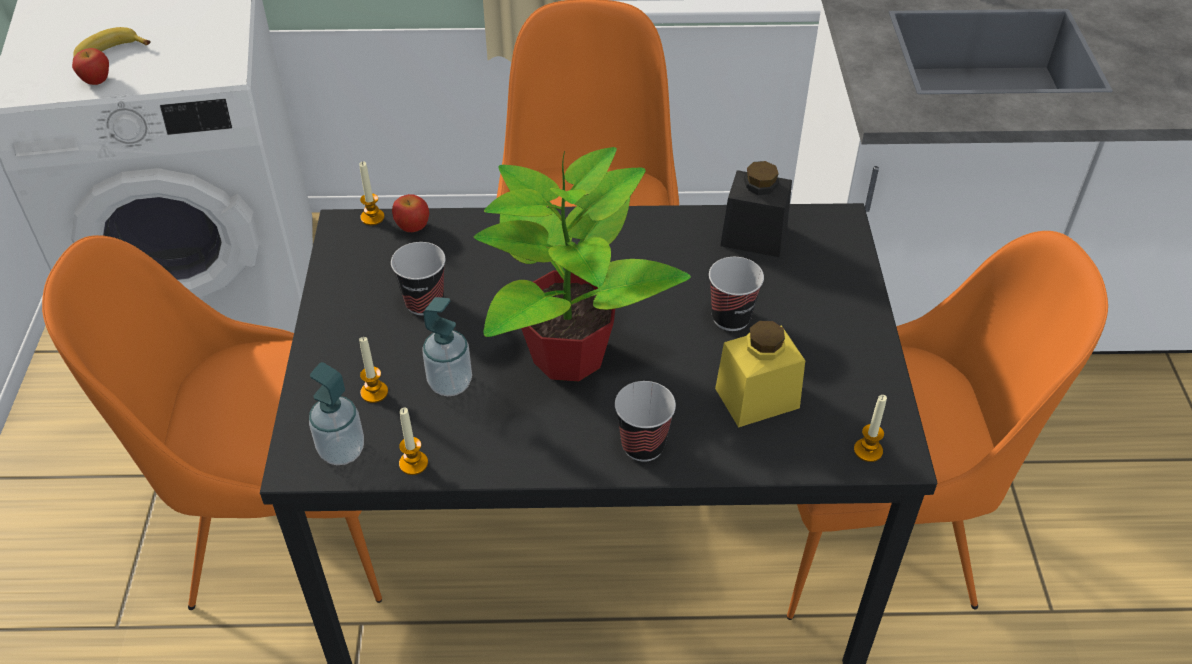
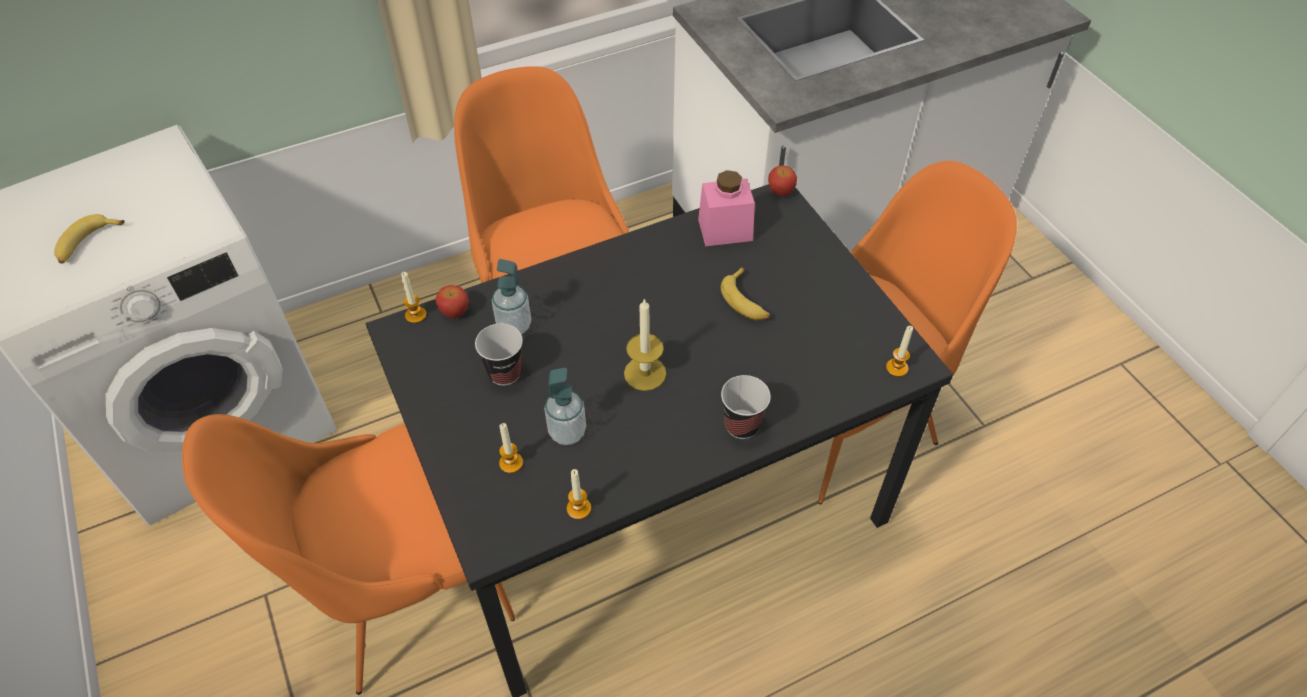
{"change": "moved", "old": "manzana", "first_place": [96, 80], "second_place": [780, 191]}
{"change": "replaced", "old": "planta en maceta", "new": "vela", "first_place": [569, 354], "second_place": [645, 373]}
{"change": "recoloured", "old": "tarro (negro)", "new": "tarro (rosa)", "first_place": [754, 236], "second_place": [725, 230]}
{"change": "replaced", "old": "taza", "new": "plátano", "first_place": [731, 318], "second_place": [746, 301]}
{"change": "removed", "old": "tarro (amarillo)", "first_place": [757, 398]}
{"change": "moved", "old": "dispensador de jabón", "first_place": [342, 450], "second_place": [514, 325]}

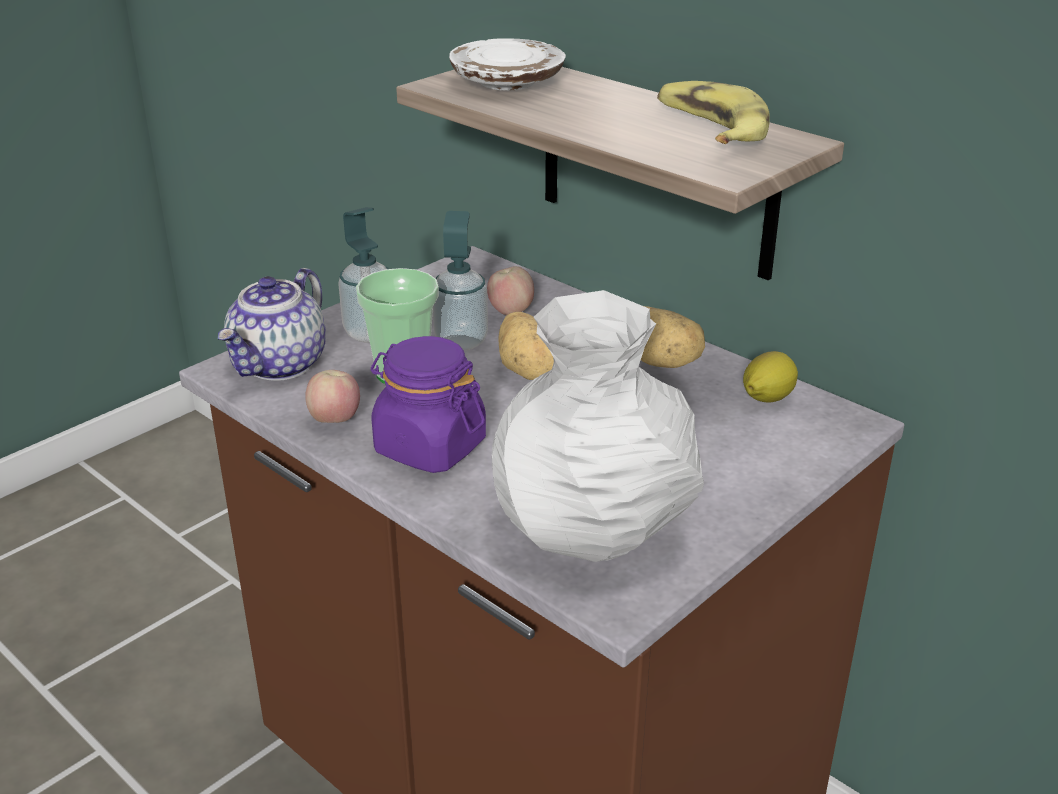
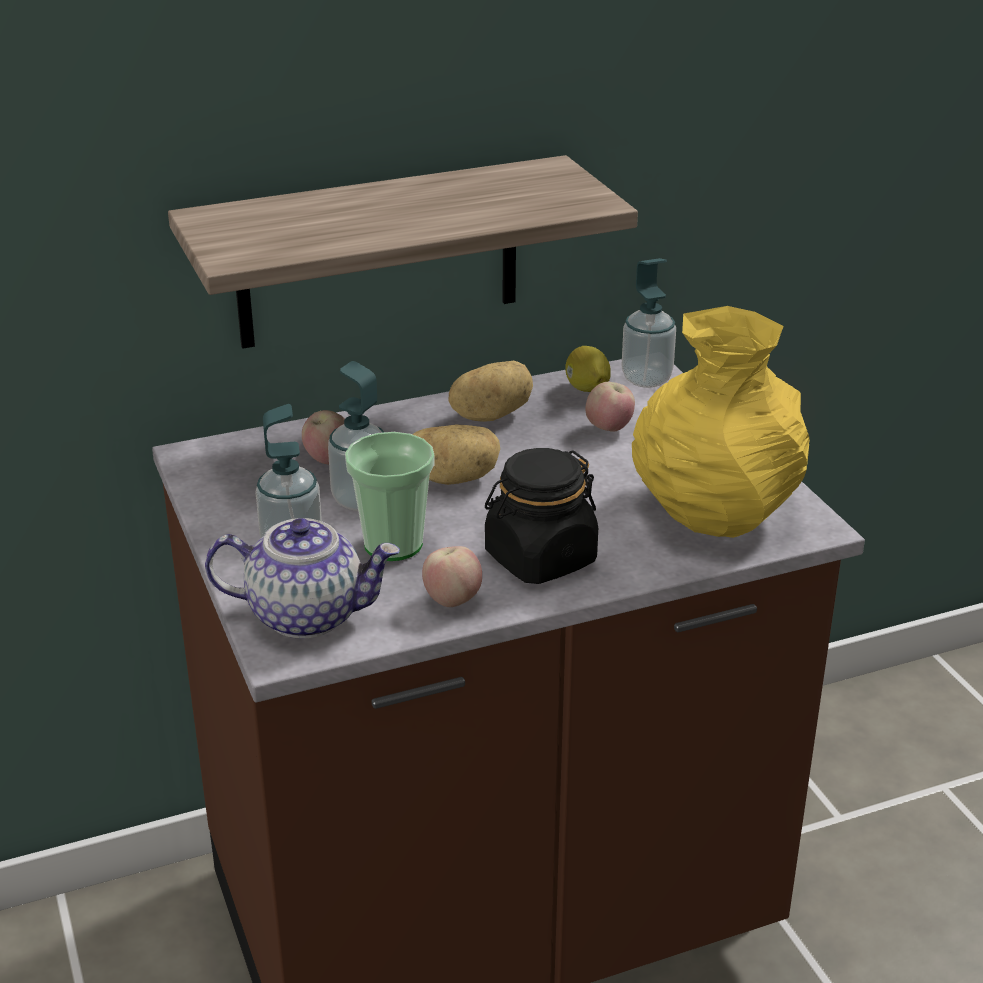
{"change": "removed", "old": "plato (blanco)", "first_place": [508, 82]}
{"change": "removed", "old": "plátano", "first_place": [709, 129]}
{"change": "turned", "old": "tetera", "first_place": [280, 365], "second_place": [307, 614], "degrees": -45}
{"change": "recoloured", "old": "florero (blanco)", "new": "florero (amarillo)", "first_place": [595, 527], "second_place": [713, 510]}
{"change": "recoloured", "old": "tarro (morado)", "new": "tarro (negro)", "first_place": [429, 447], "second_place": [540, 559]}
{"change": "added", "new": "dispensador de jabón", "second_place": [646, 379]}
{"change": "added", "new": "manzana", "second_place": [609, 429]}

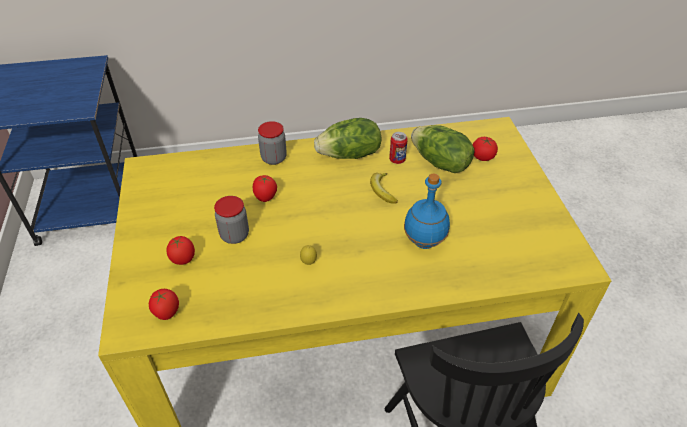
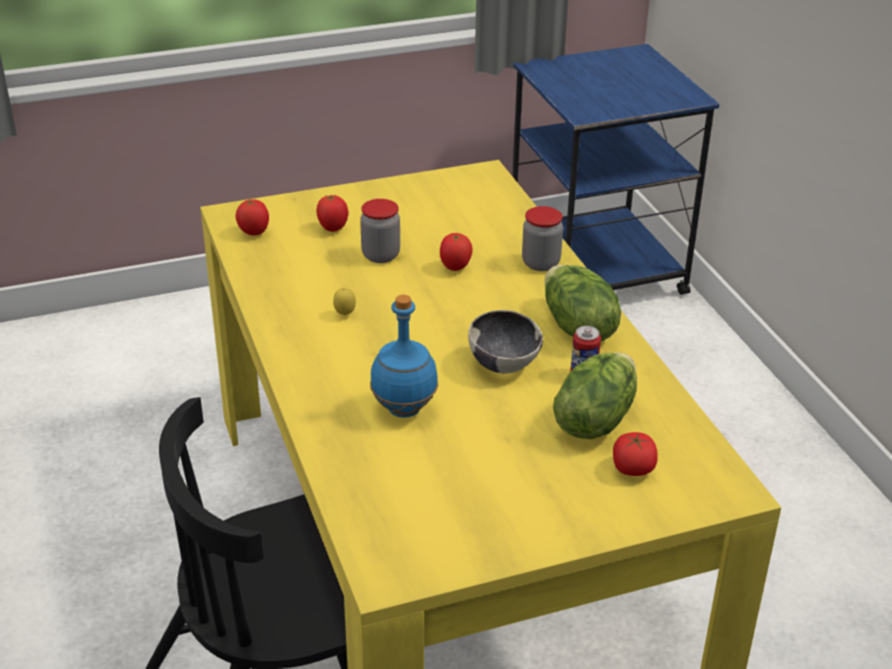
{"change": "replaced", "old": "plátano", "new": "cuenco", "first_place": [382, 190], "second_place": [504, 364]}

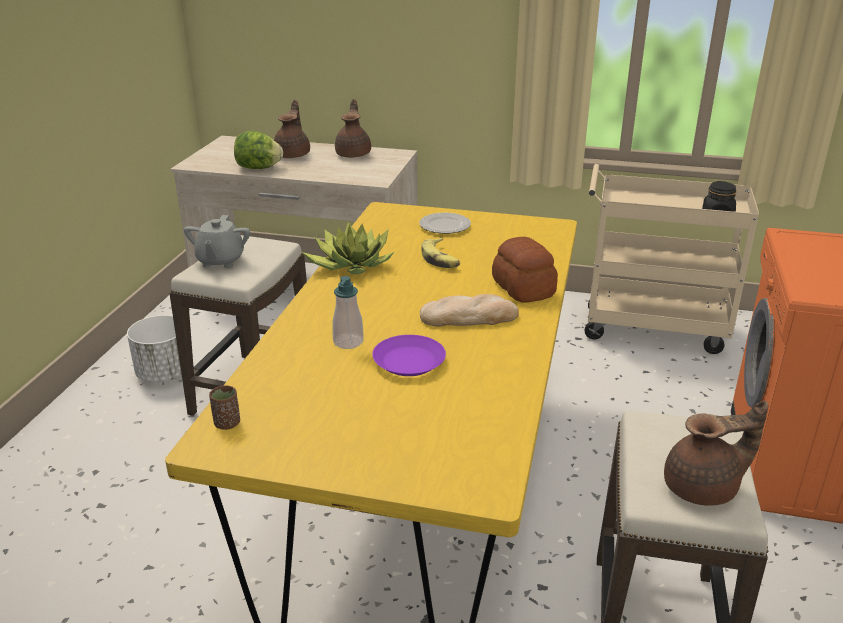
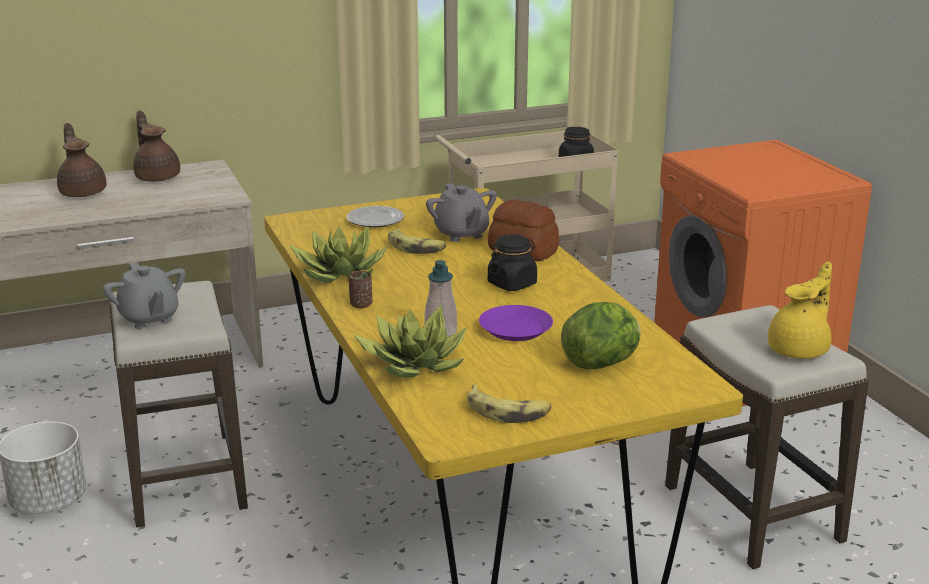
{"change": "moved", "old": "lechuga", "first_place": [258, 168], "second_place": [602, 363]}
{"change": "replaced", "old": "pan", "new": "tarro (negro)", "first_place": [469, 317], "second_place": [512, 284]}
{"change": "moved", "old": "taza (marrón)", "first_place": [227, 423], "second_place": [361, 304]}
{"change": "recoloured", "old": "tetera (marrón)", "new": "tetera (amarillo)", "first_place": [703, 488], "second_place": [800, 350]}
{"change": "added", "new": "tetera (gris)", "second_place": [461, 234]}
{"change": "added", "new": "planta en maceta", "second_place": [414, 365]}
{"change": "added", "new": "plátano", "second_place": [508, 411]}

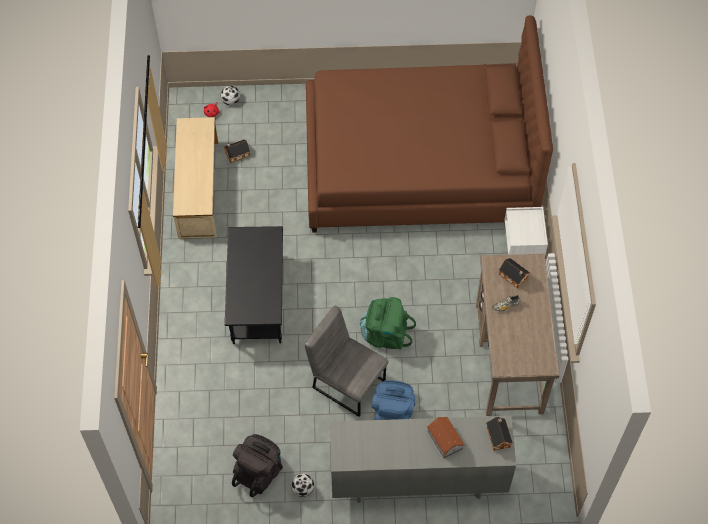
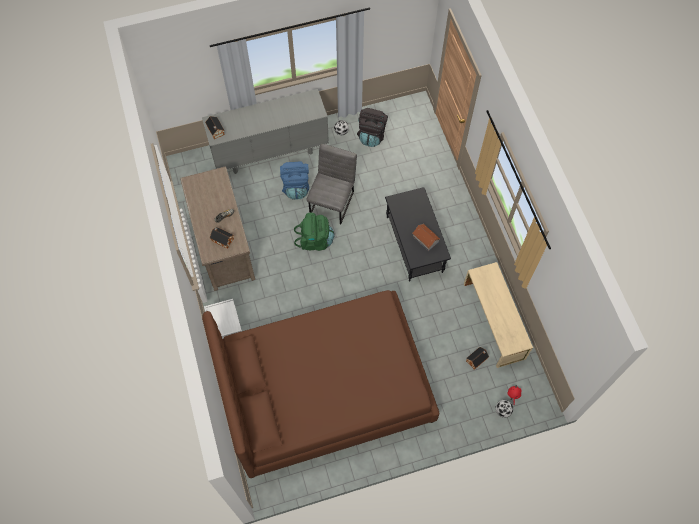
{"change": "turned", "old": "silla (gris)", "first_place": [347, 382], "second_place": [332, 201], "degrees": -90}
{"change": "moved", "old": "casita", "first_place": [445, 439], "second_place": [425, 239]}

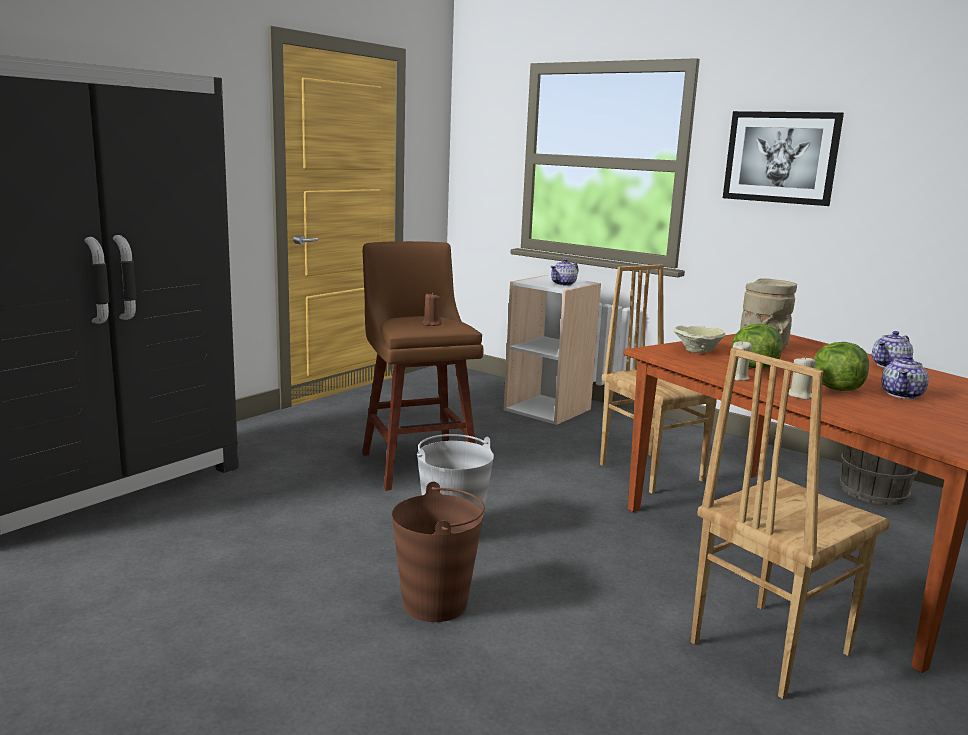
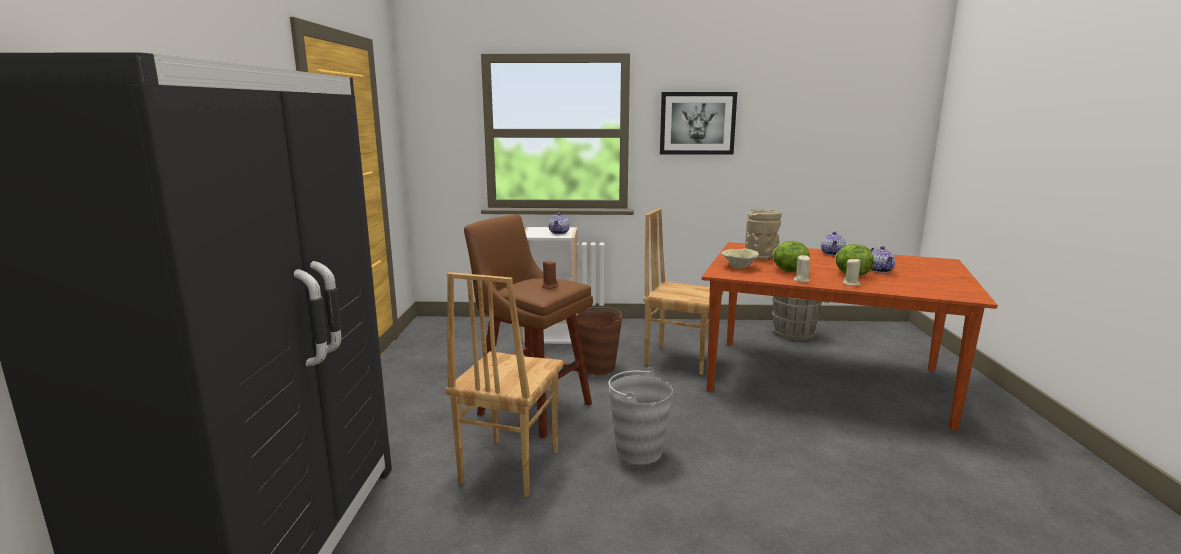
{"change": "moved", "old": "silla (marrón)", "first_place": [767, 647], "second_place": [508, 467]}
{"change": "moved", "old": "cubo (marrón)", "first_place": [436, 604], "second_place": [598, 367]}

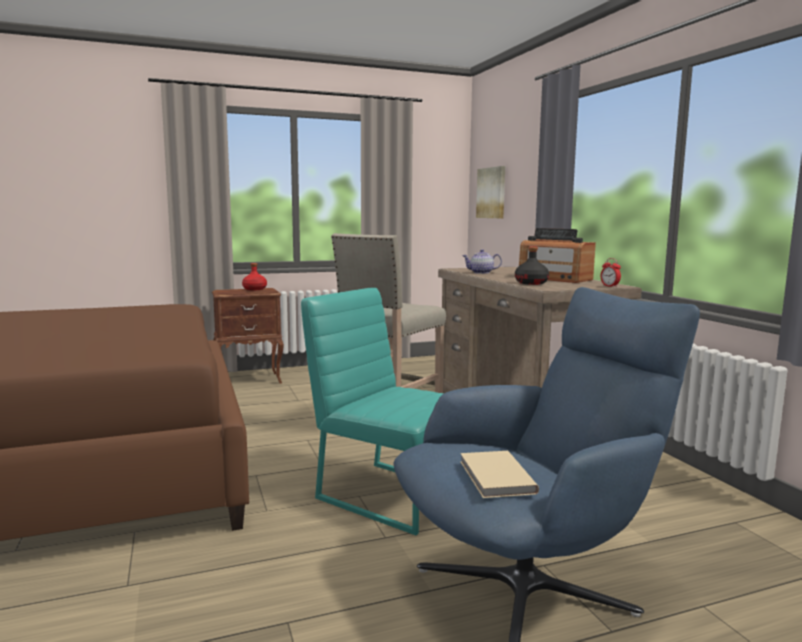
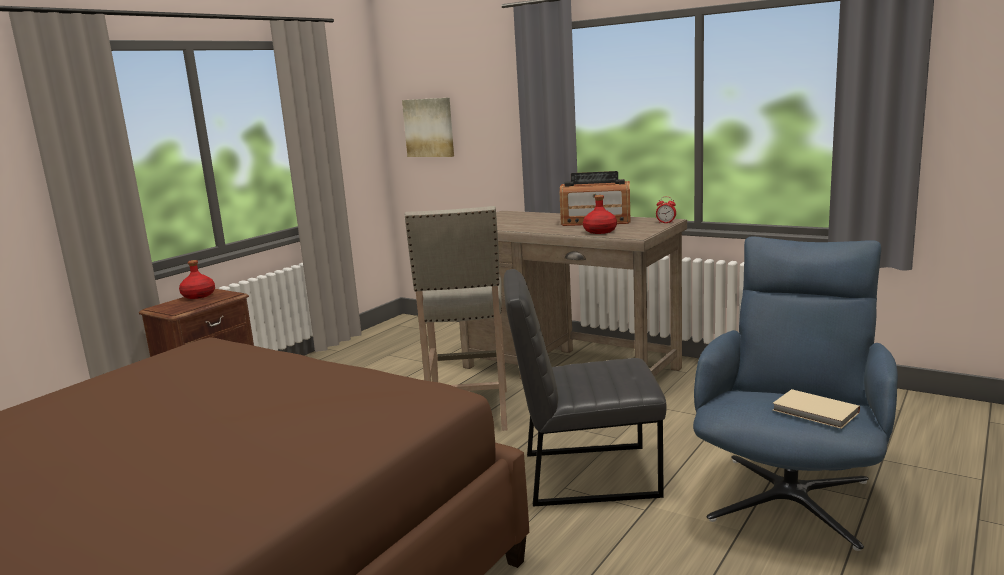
{"change": "recoloured", "old": "botella (negro)", "new": "botella (rojo)", "first_place": [531, 283], "second_place": [600, 231]}
{"change": "removed", "old": "tetera", "first_place": [481, 272]}
{"change": "recoloured", "old": "silla (turquesa)", "new": "silla (gris)", "first_place": [390, 494], "second_place": [585, 474]}

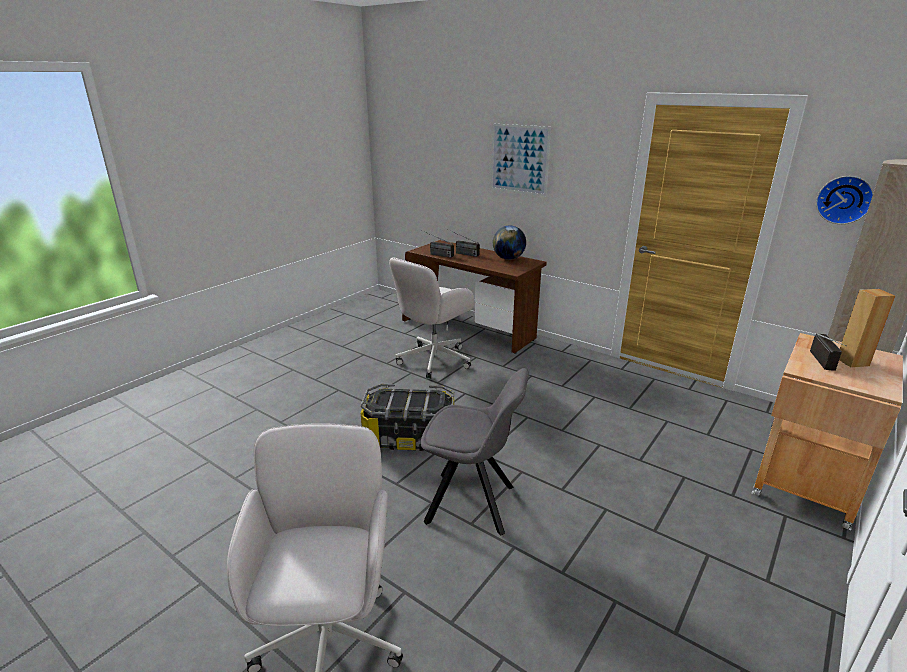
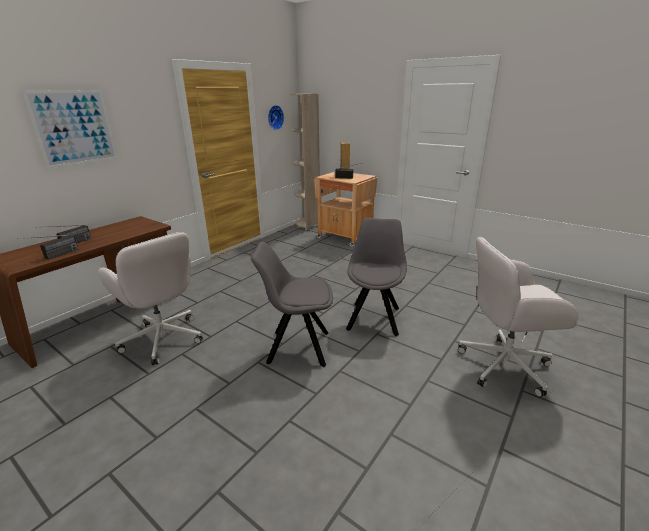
{"change": "removed", "old": "globo terráqueo", "first_place": [508, 259]}
{"change": "replaced", "old": "caja de almacenaje", "new": "silla (gris)", "first_place": [410, 436], "second_place": [298, 348]}

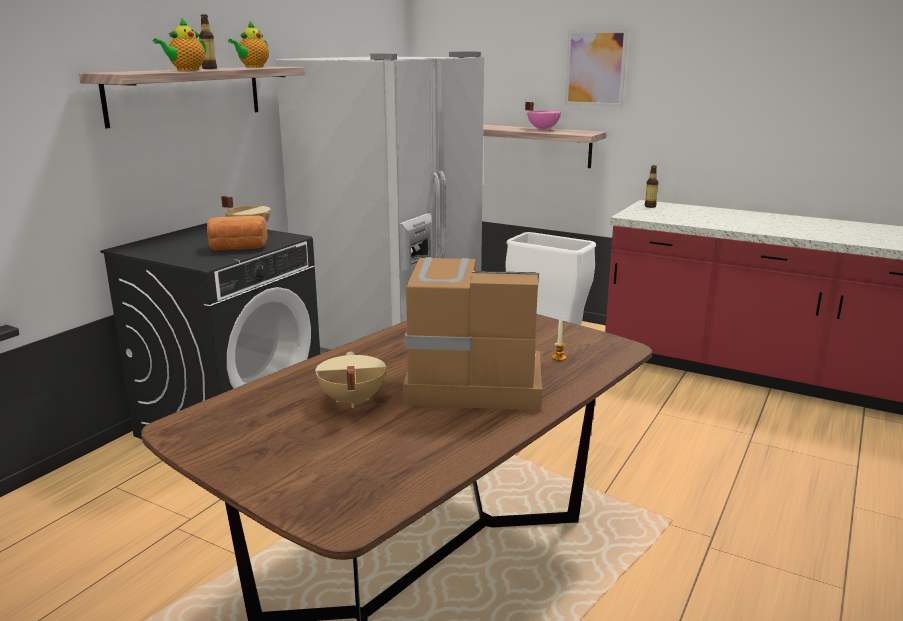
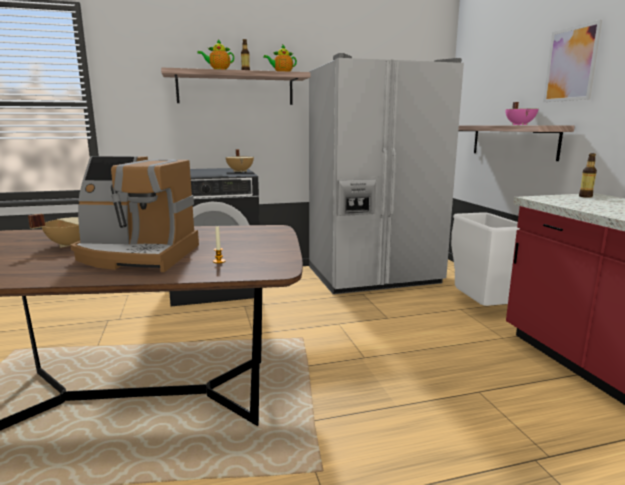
{"change": "removed", "old": "pan", "first_place": [238, 248]}
{"change": "turned", "old": "cafetera", "first_place": [472, 381], "second_place": [137, 255], "degrees": 135}

